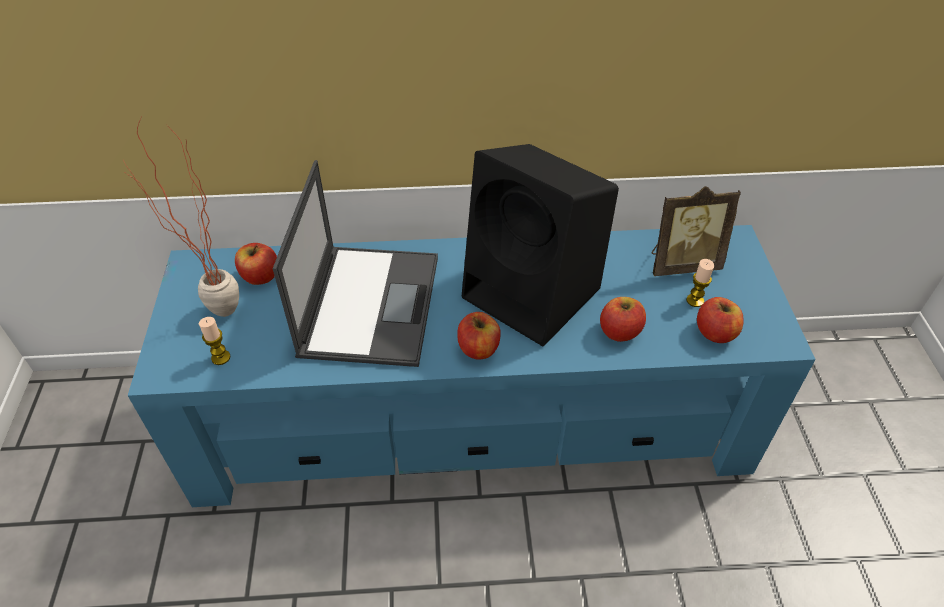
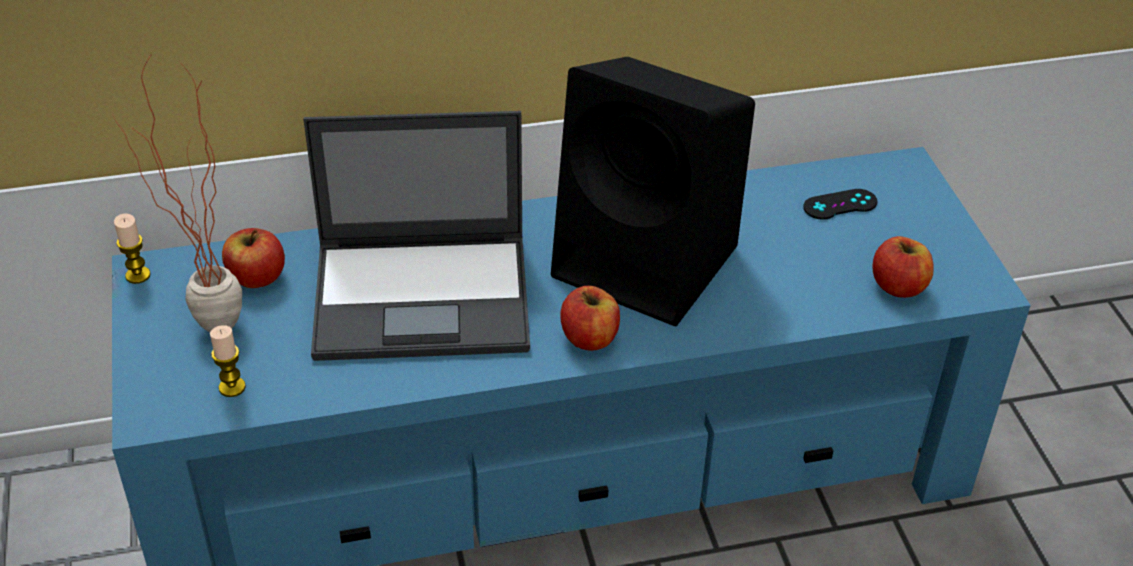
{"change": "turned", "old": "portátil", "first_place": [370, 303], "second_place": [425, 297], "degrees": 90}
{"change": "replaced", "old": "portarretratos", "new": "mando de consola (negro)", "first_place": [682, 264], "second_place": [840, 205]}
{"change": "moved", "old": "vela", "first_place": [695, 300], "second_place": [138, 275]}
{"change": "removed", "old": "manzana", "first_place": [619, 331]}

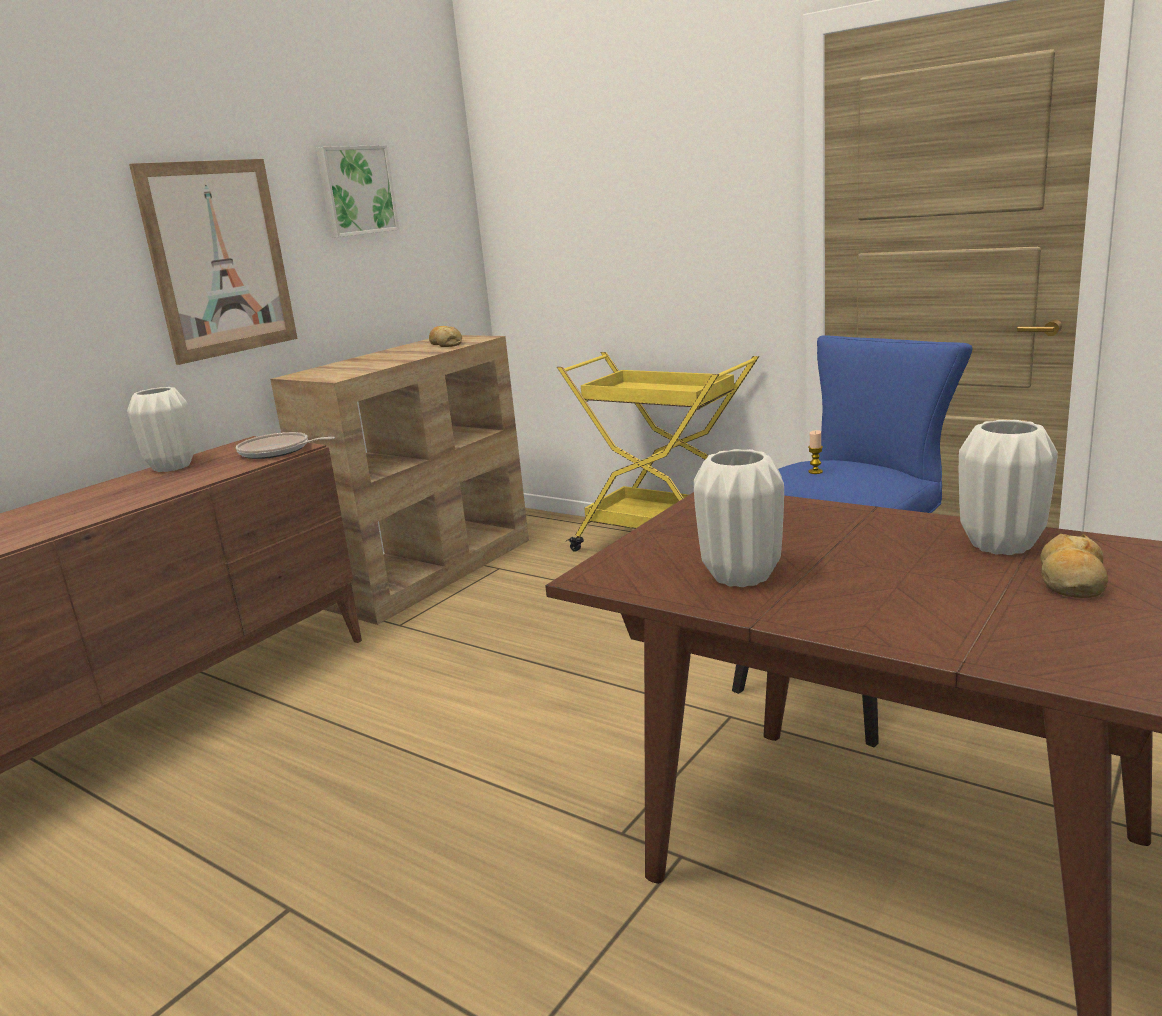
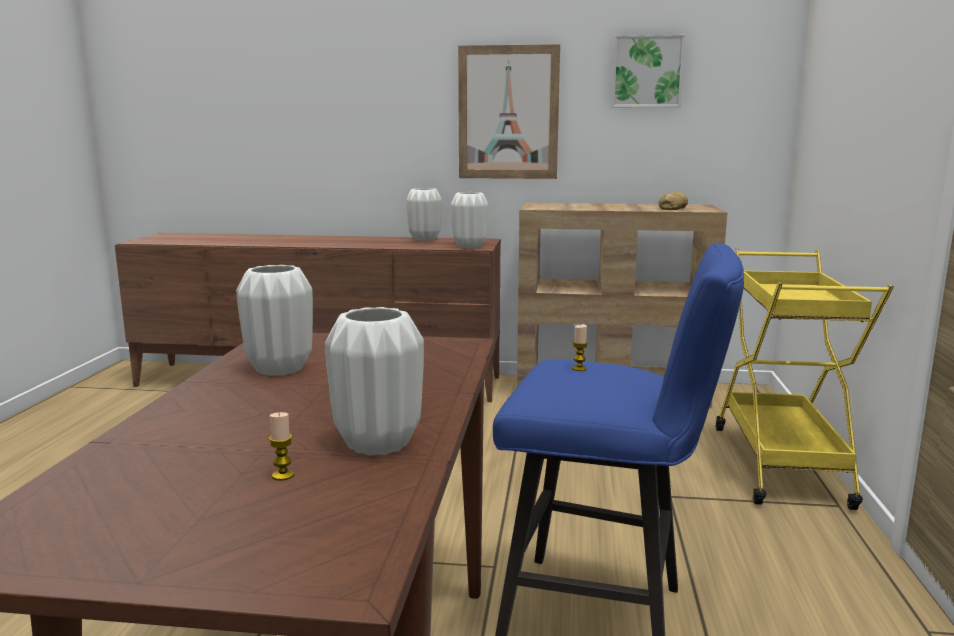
{"change": "replaced", "old": "sartén", "new": "florero (blanco)", "first_place": [277, 451], "second_place": [469, 246]}
{"change": "replaced", "old": "pan", "new": "vela", "first_place": [1071, 581], "second_place": [283, 475]}

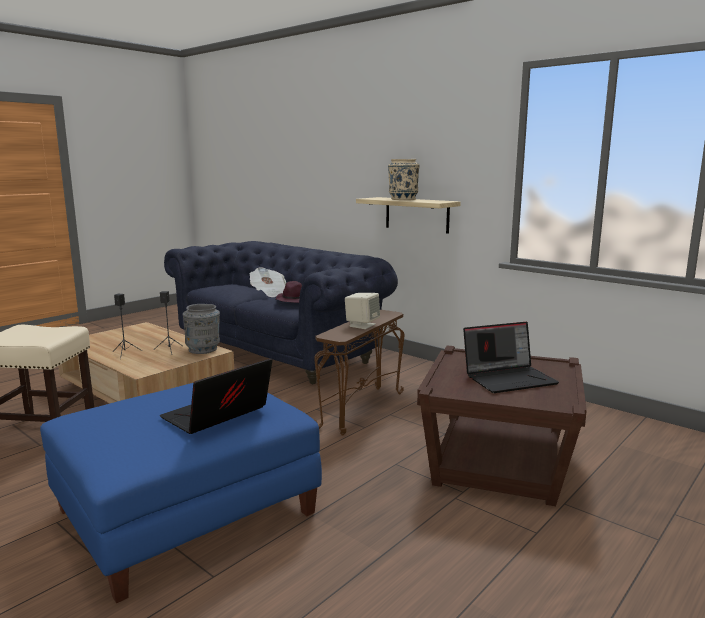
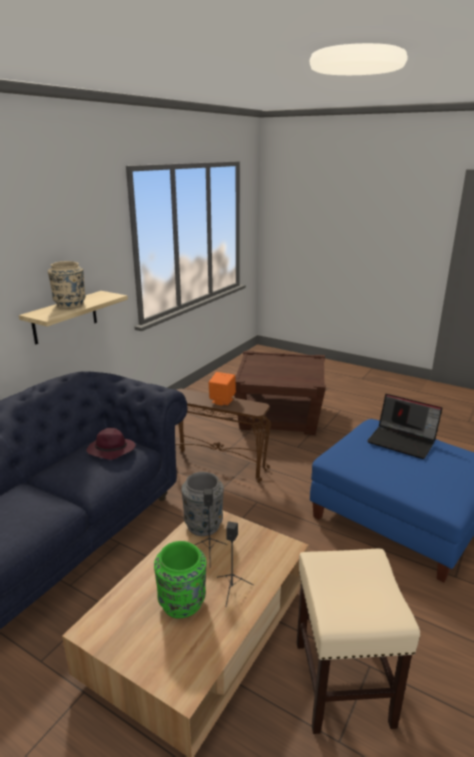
{"change": "removed", "old": "periódico", "first_place": [269, 293]}
{"change": "recoloured", "old": "altavoz (beis)", "new": "altavoz (naranja)", "first_place": [362, 325], "second_place": [222, 401]}
{"change": "removed", "old": "portátil", "first_place": [509, 378]}
{"change": "added", "new": "florero (verde)", "second_place": [182, 603]}

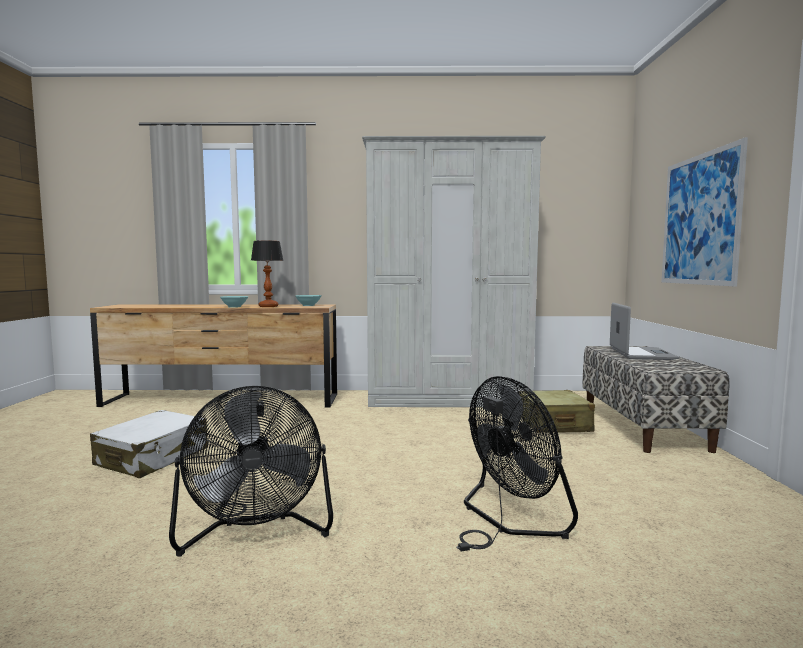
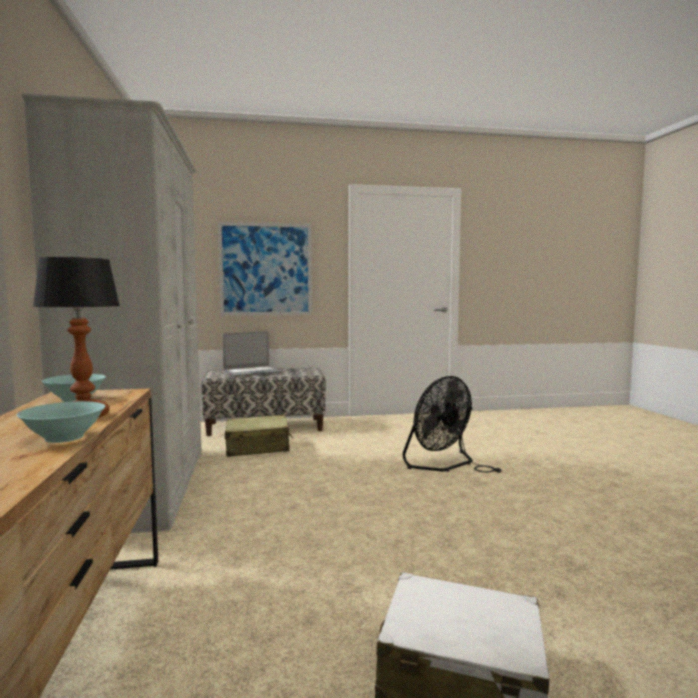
{"change": "turned", "old": "portátil", "first_place": [641, 354], "second_place": [252, 372], "degrees": 150}
{"change": "removed", "old": "ventilador (negro)", "first_place": [250, 531]}

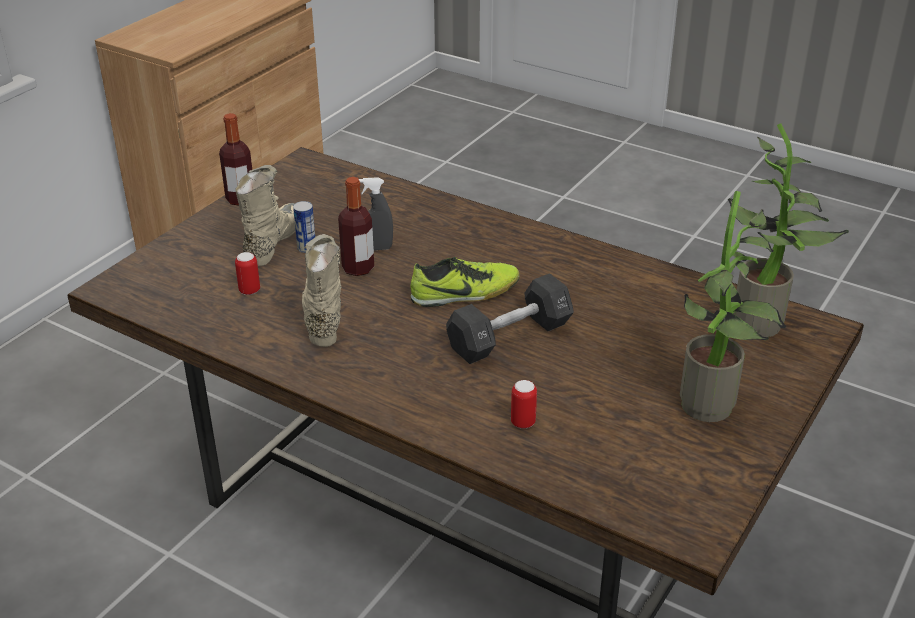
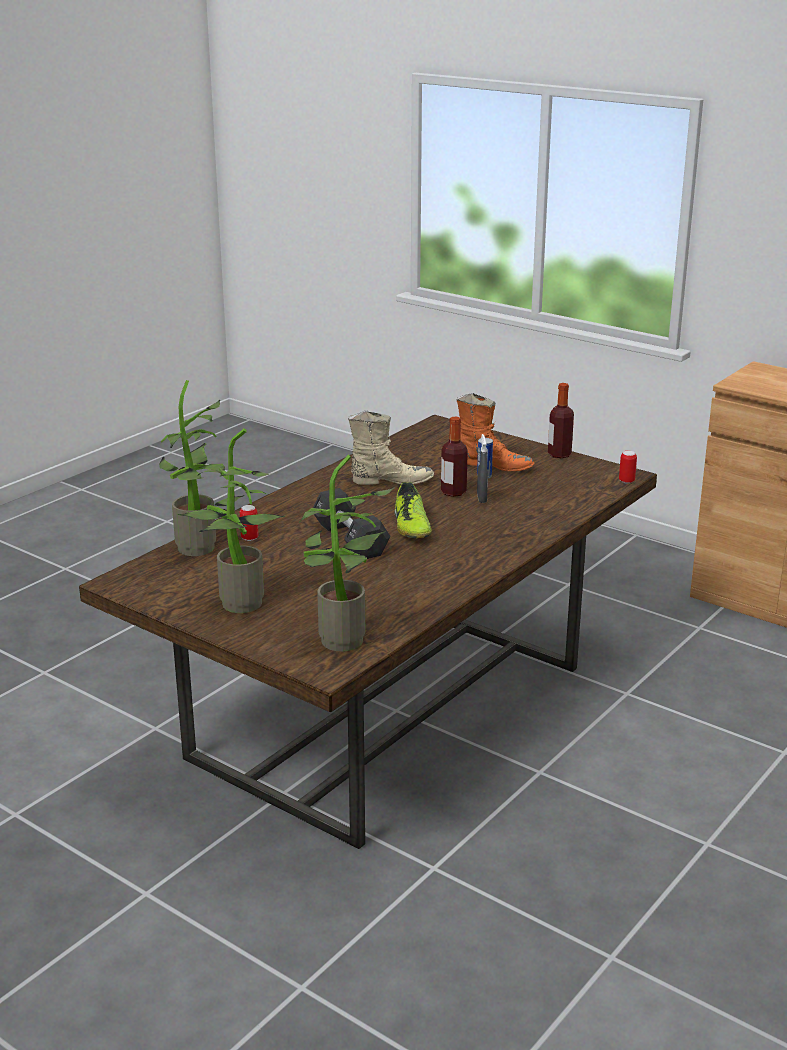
{"change": "recoloured", "old": "bota (beis)", "new": "bota (naranja)", "first_place": [272, 242], "second_place": [493, 465]}
{"change": "moved", "old": "lata", "first_place": [249, 291], "second_place": [626, 481]}
{"change": "added", "new": "planta en maceta", "second_place": [200, 549]}

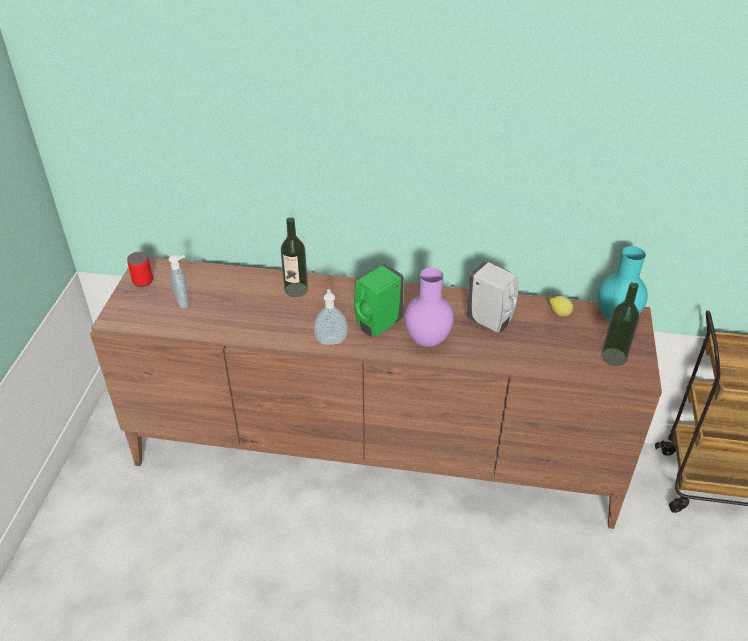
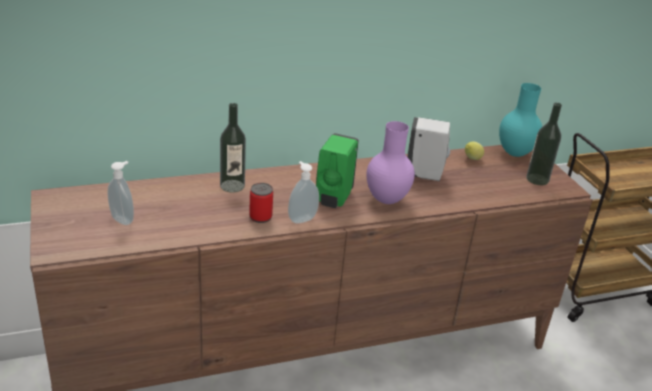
{"change": "moved", "old": "lata", "first_place": [143, 281], "second_place": [260, 217]}

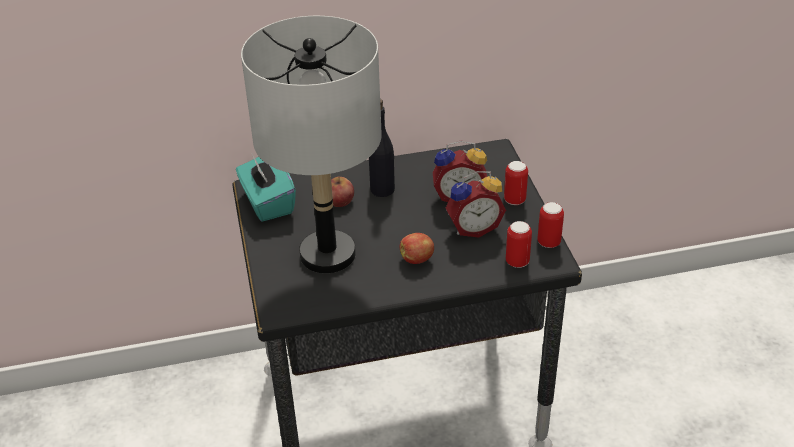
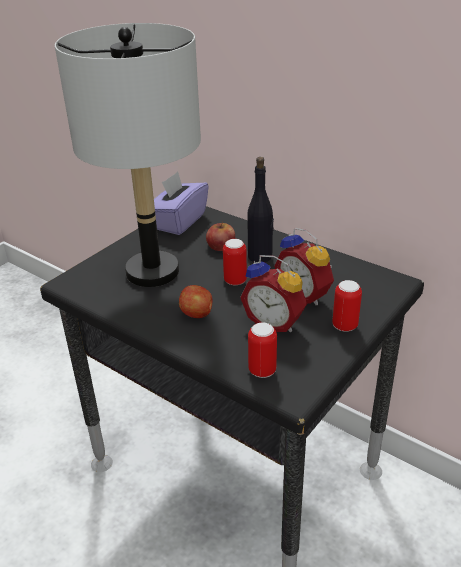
{"change": "recoloured", "old": "caja de pañuelos (turquesa)", "new": "caja de pañuelos (morado)", "first_place": [267, 203], "second_place": [178, 221]}
{"change": "moved", "old": "lata", "first_place": [548, 242], "second_place": [235, 281]}

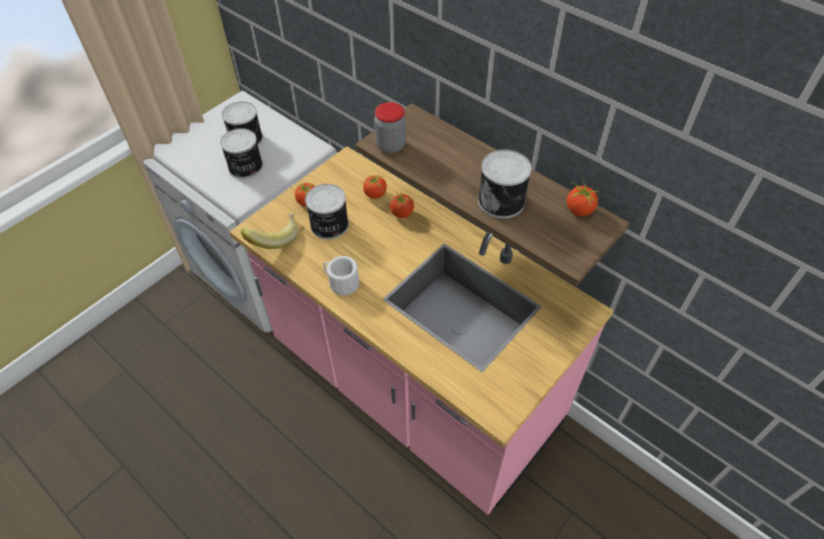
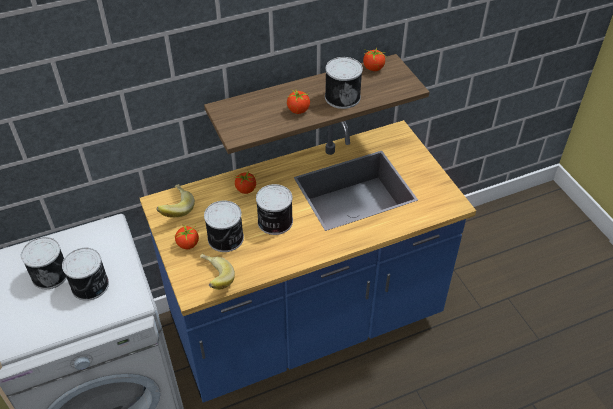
{"change": "removed", "old": "tarro", "first_place": [391, 145]}
{"change": "recoloured", "old": "mueble bajo de cocina (rosa)", "new": "mueble bajo de cocina (azul)", "first_place": [413, 386], "second_place": [306, 322]}
{"change": "moved", "old": "tomate", "first_place": [375, 194], "second_place": [298, 110]}
{"change": "removed", "old": "taza grande (blanco)", "first_place": [341, 282]}
{"change": "added", "new": "plátano", "second_place": [175, 209]}
{"change": "added", "new": "lata", "second_place": [274, 222]}

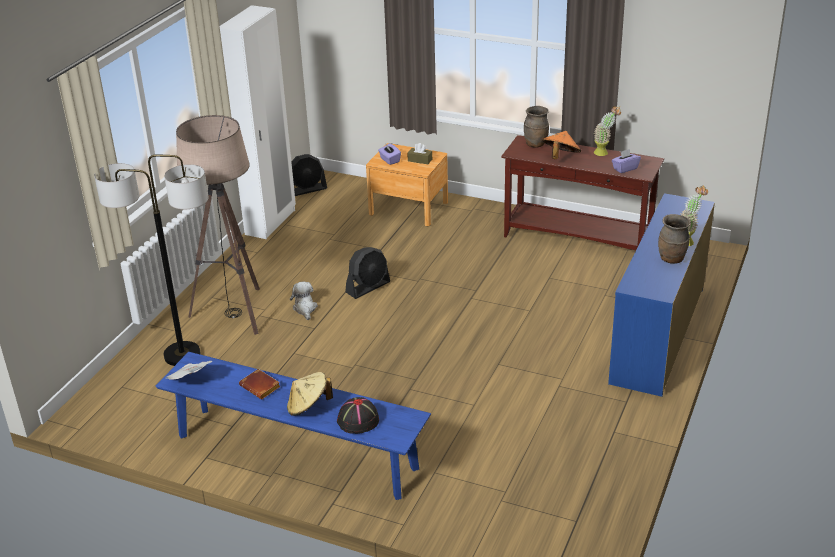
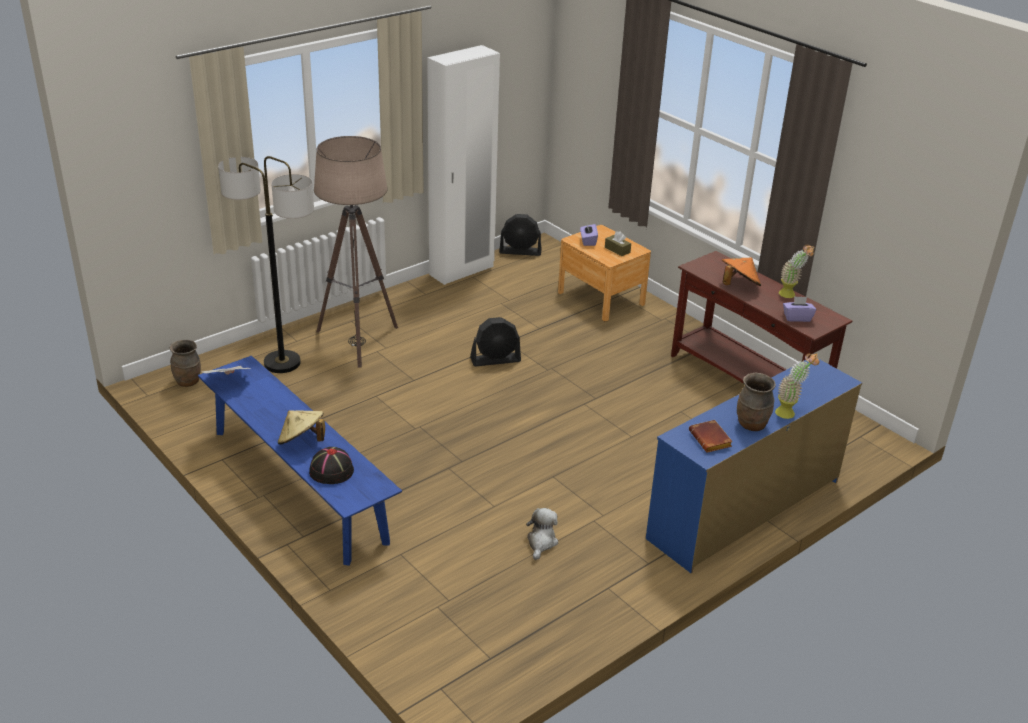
{"change": "moved", "old": "florero (marrón)", "first_place": [535, 144], "second_place": [188, 382]}
{"change": "moved", "old": "peluche", "first_place": [305, 309], "second_place": [541, 542]}
{"change": "moved", "old": "libro (marrón)", "first_place": [261, 387], "second_place": [711, 440]}

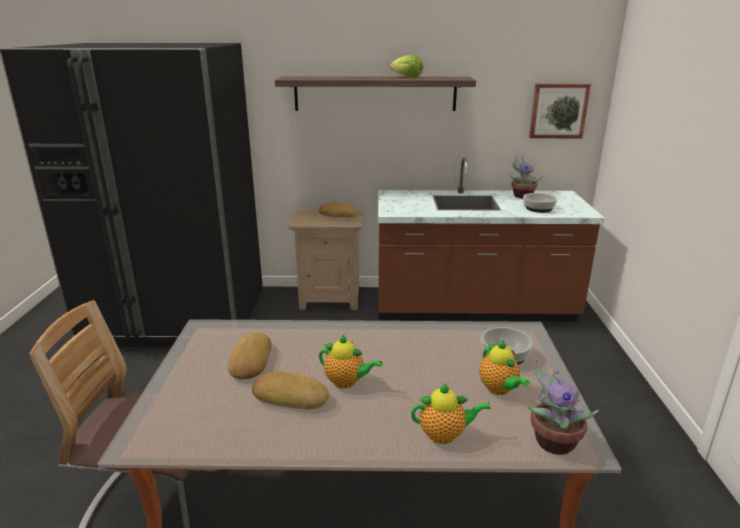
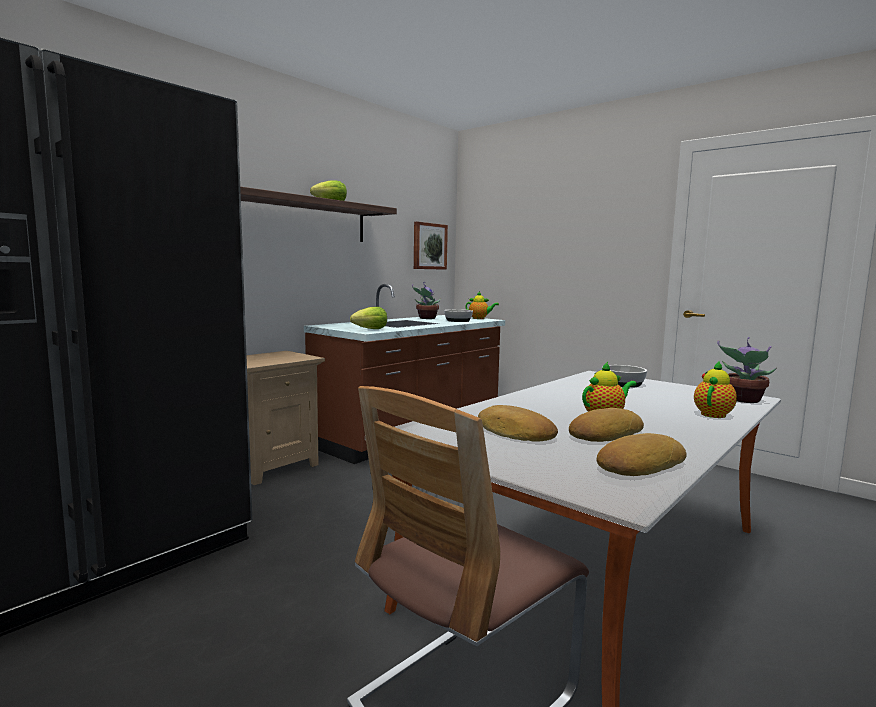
{"change": "moved", "old": "pan", "first_place": [338, 214], "second_place": [638, 464]}
{"change": "moved", "old": "tetera", "first_place": [499, 389], "second_place": [480, 318]}
{"change": "added", "new": "lechuga", "second_place": [371, 329]}

